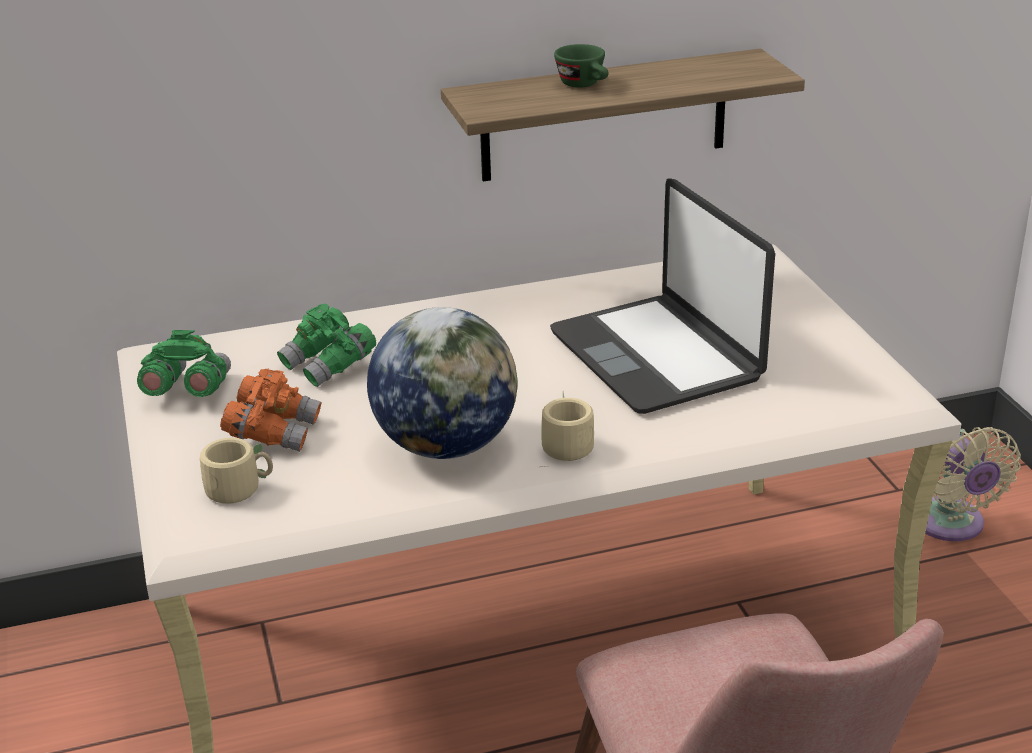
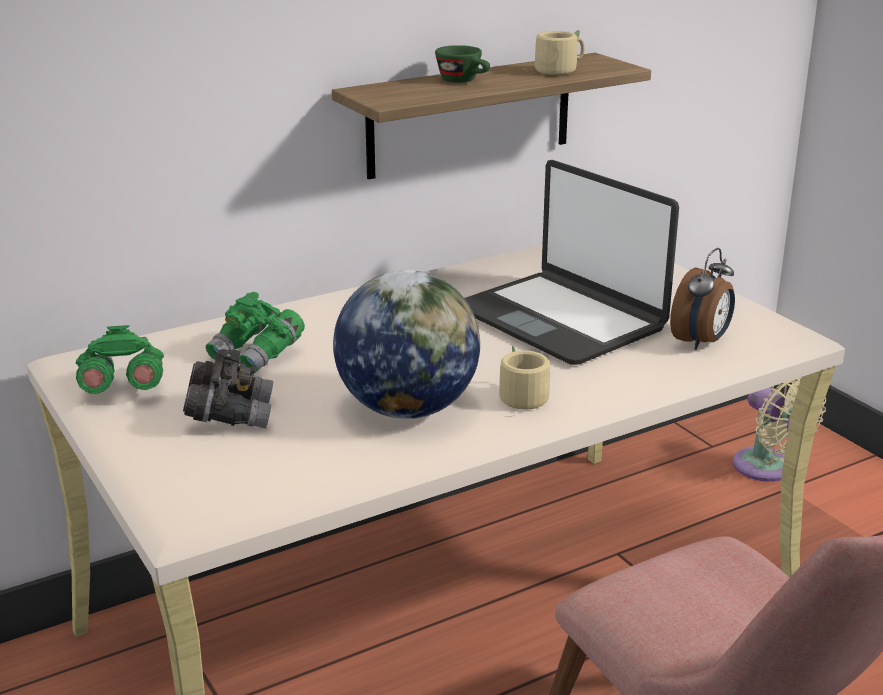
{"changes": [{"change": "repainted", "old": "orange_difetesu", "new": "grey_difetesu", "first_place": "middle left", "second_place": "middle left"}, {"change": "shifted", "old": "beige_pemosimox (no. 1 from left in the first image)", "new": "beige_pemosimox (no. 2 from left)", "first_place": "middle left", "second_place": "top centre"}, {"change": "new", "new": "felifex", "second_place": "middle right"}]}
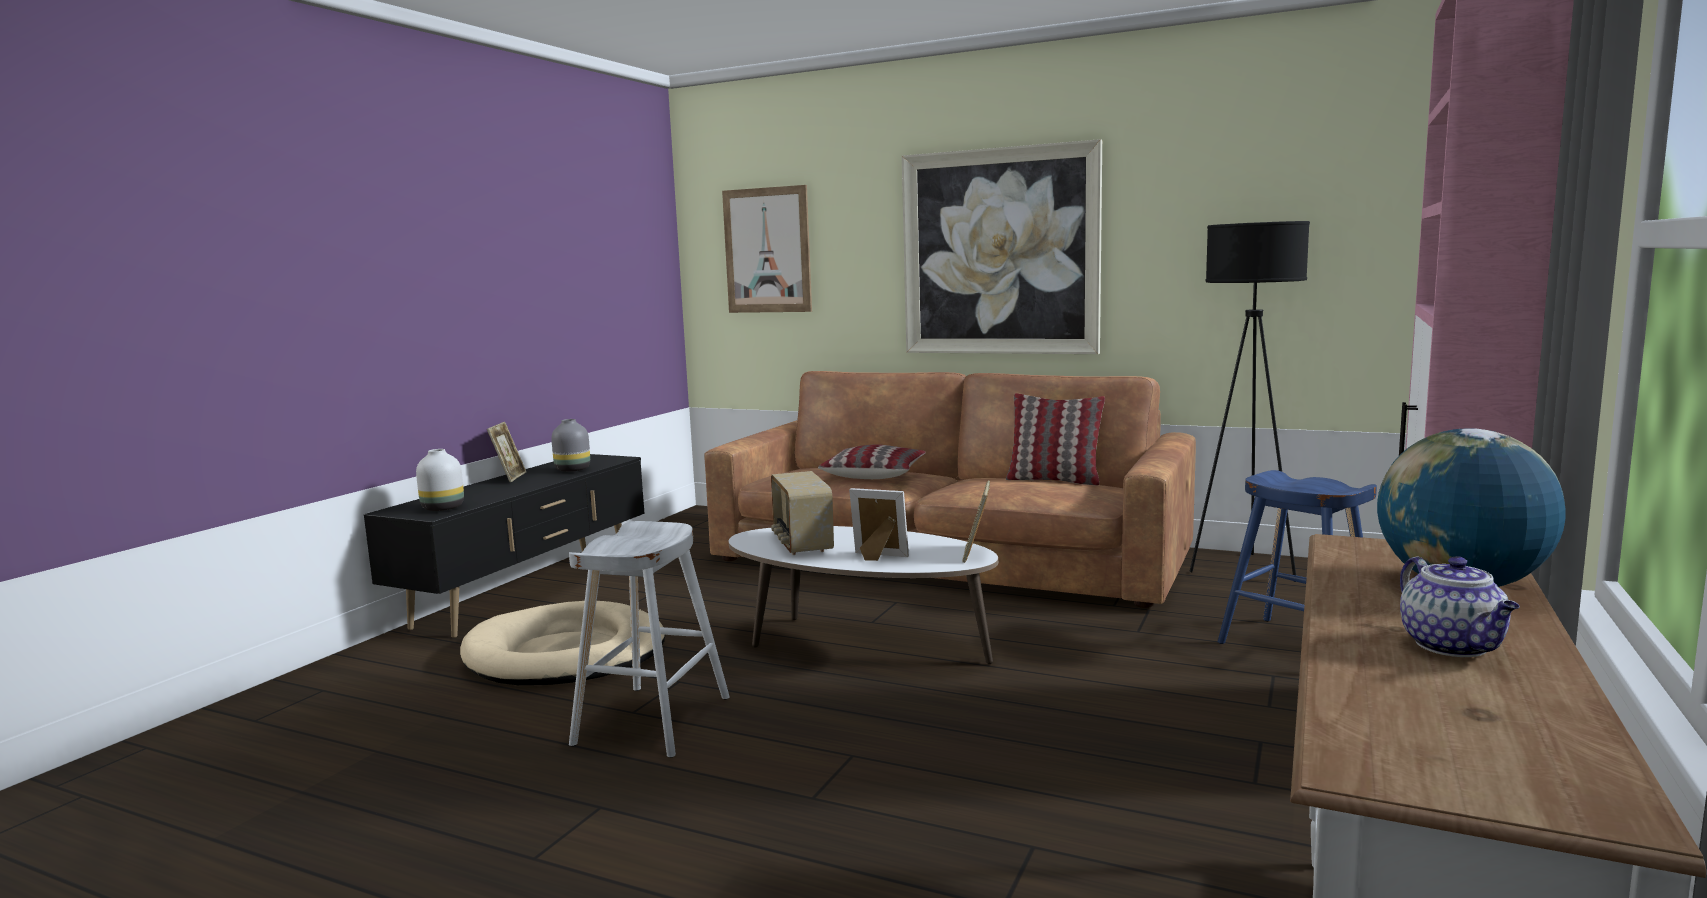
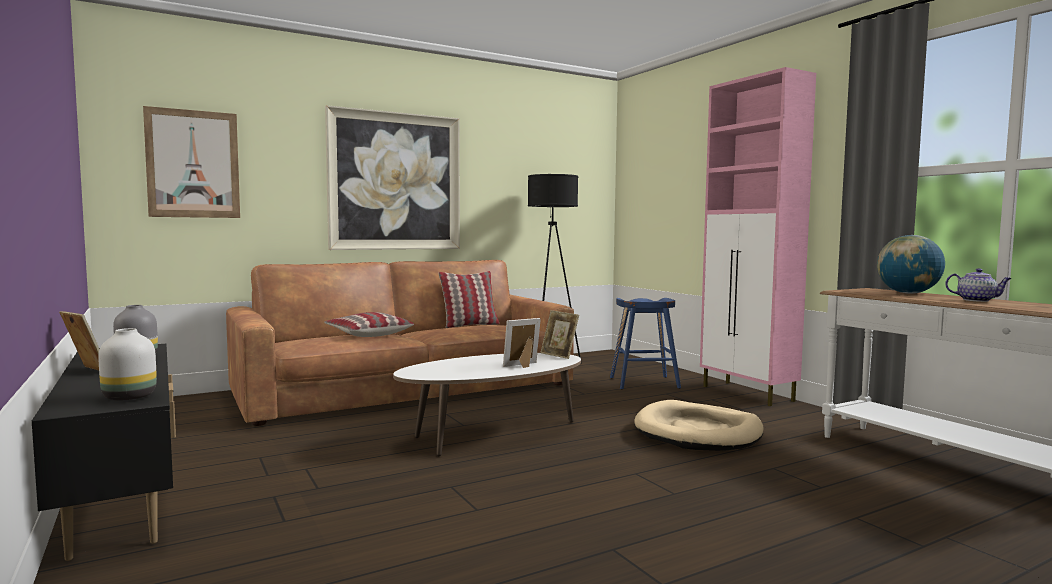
{"changes": [{"change": "gone", "old": "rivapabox", "first_place": "centre"}, {"change": "gone", "old": "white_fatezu", "first_place": "bottom centre"}, {"change": "shifted", "old": "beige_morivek", "first_place": "bottom left", "second_place": "bottom centre"}]}
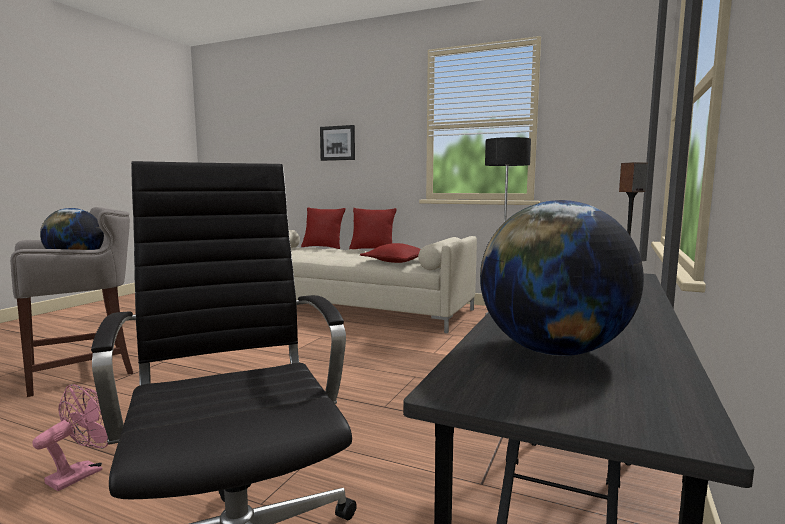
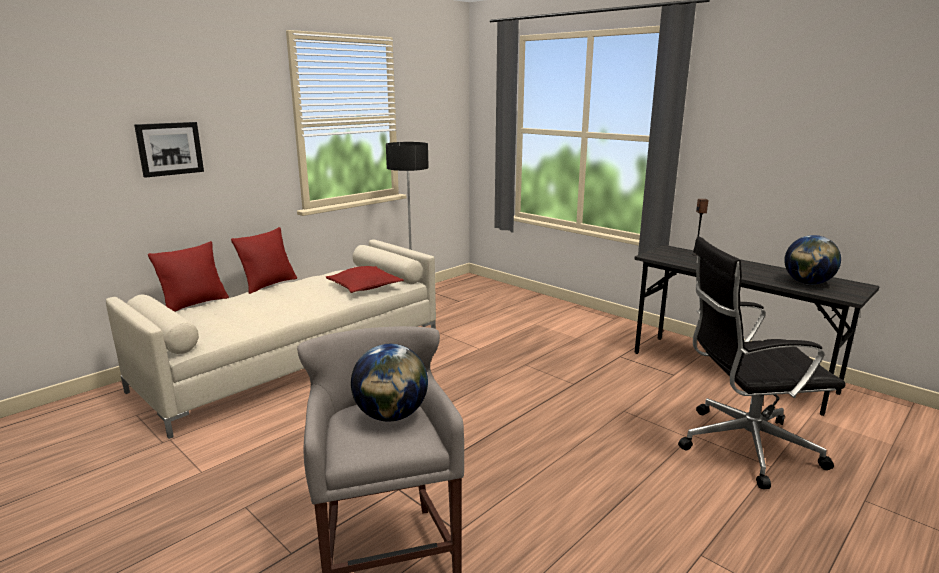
{"changes": [{"change": "gone", "old": "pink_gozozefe", "first_place": "bottom left"}]}
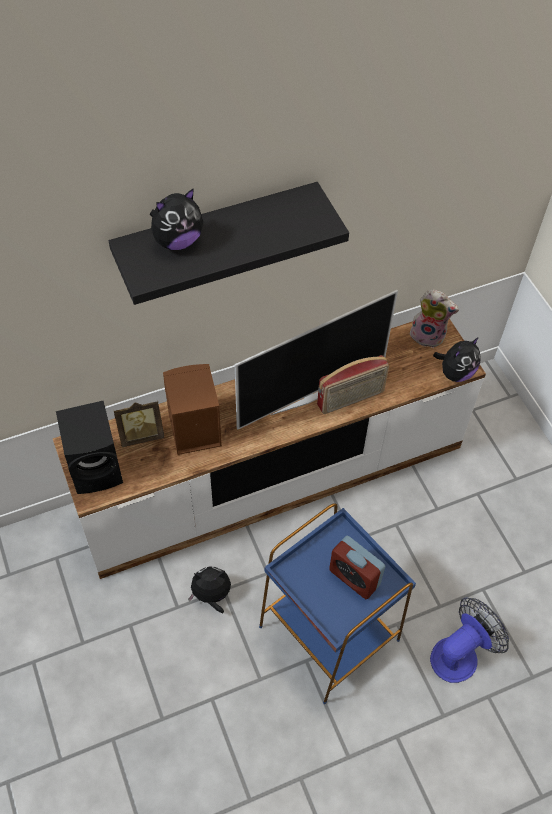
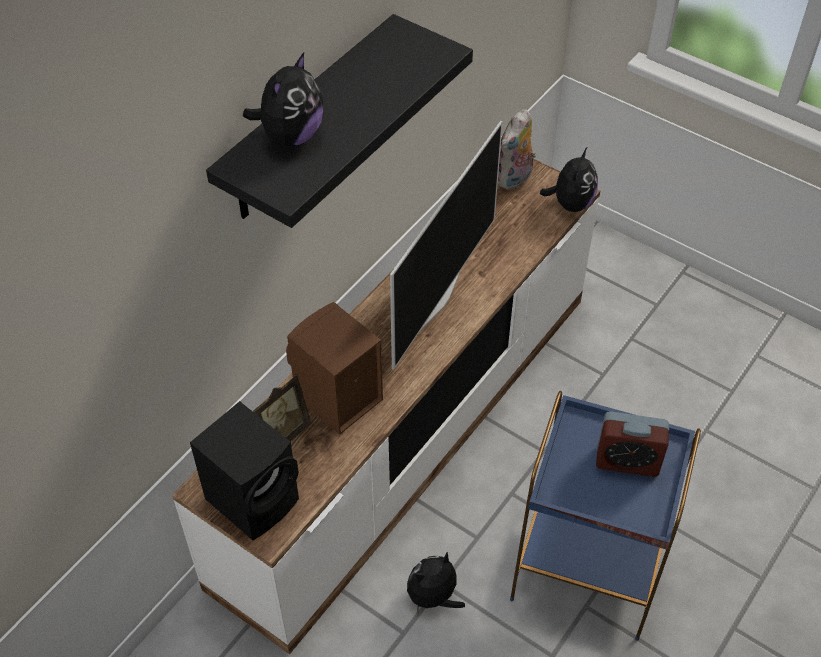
{"changes": [{"change": "rotated", "old": "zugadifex (no. 3 from left)", "first_place": "middle right", "second_place": "top centre", "degrees": 135}, {"change": "gone", "old": "rivapabox", "first_place": "centre"}, {"change": "gone", "old": "gozozefe", "first_place": "bottom right"}]}
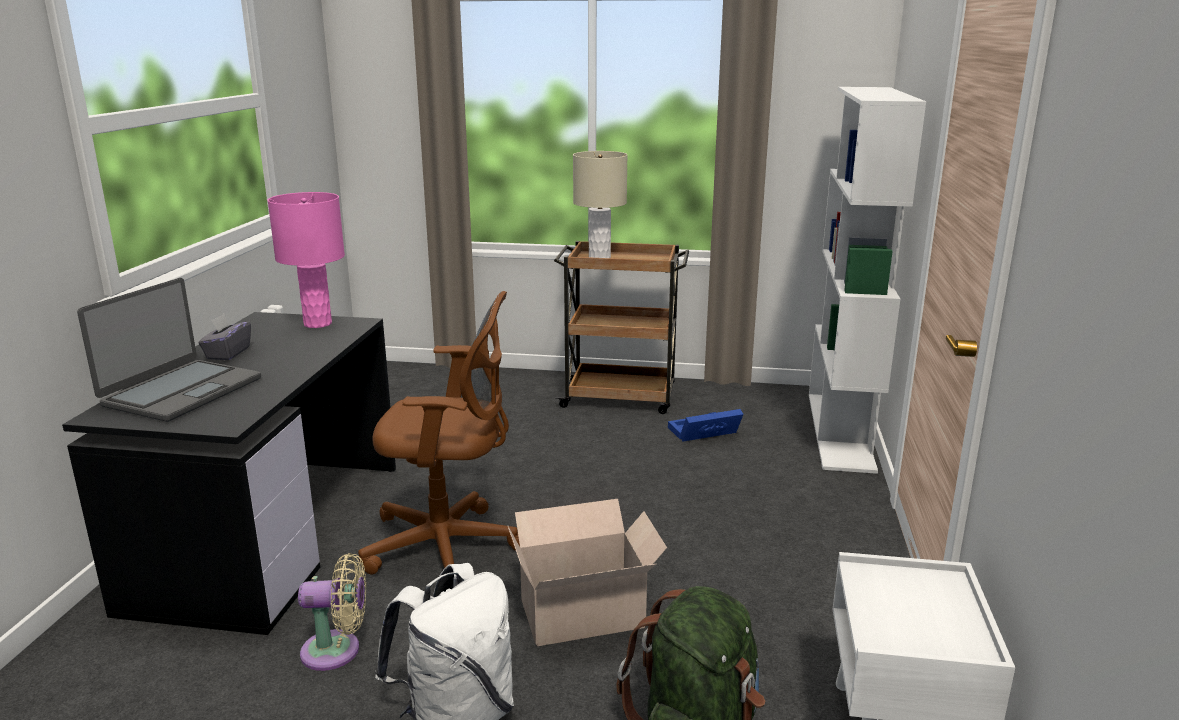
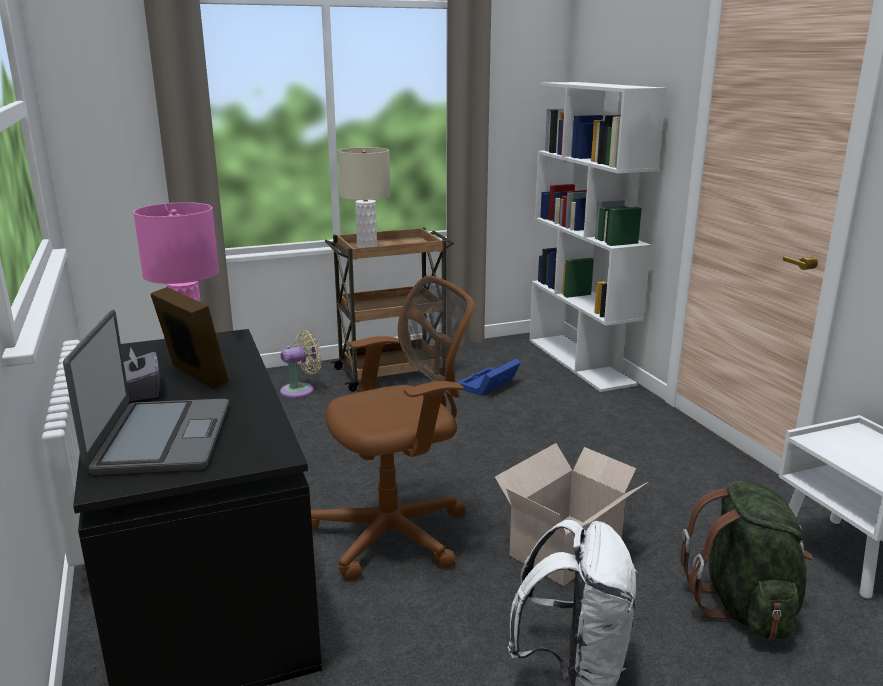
{"changes": [{"change": "shifted", "old": "beige_gozozefe", "first_place": "bottom left", "second_place": "centre"}, {"change": "new", "new": "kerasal", "second_place": "middle left"}]}
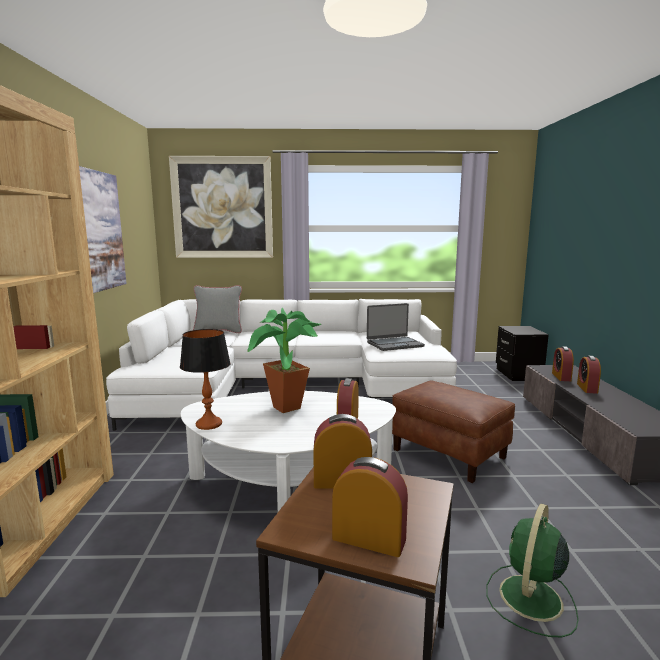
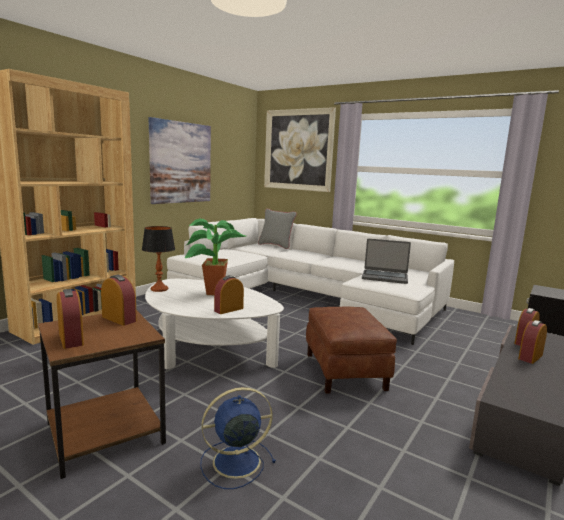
{"changes": [{"change": "repainted", "old": "green_gozozefe", "new": "blue_gozozefe", "first_place": "bottom right", "second_place": "bottom centre"}]}
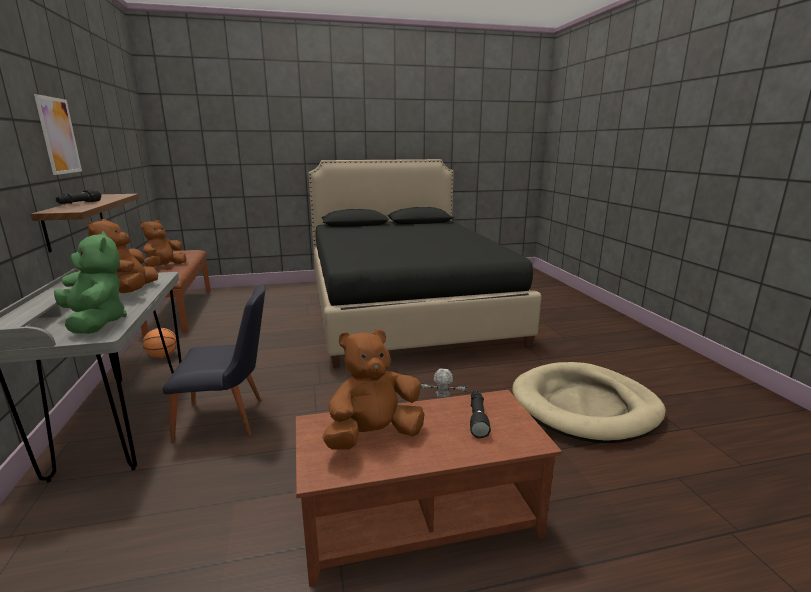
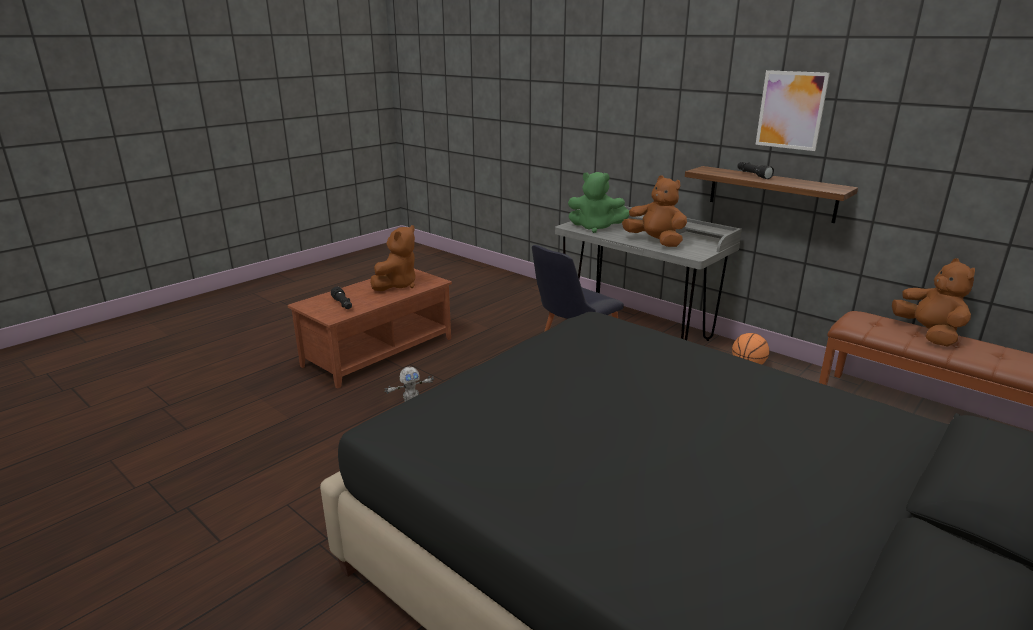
{"changes": [{"change": "gone", "old": "beige_morivek", "first_place": "bottom right"}]}
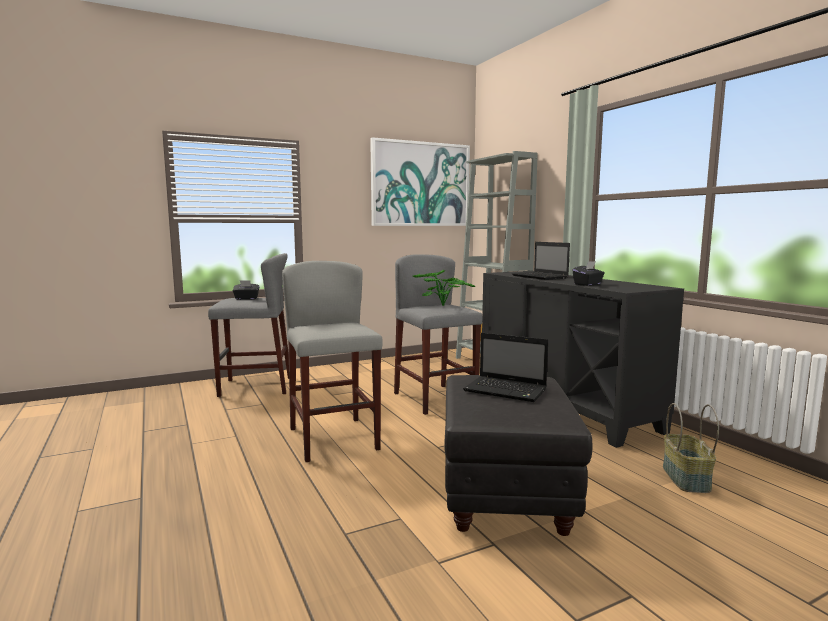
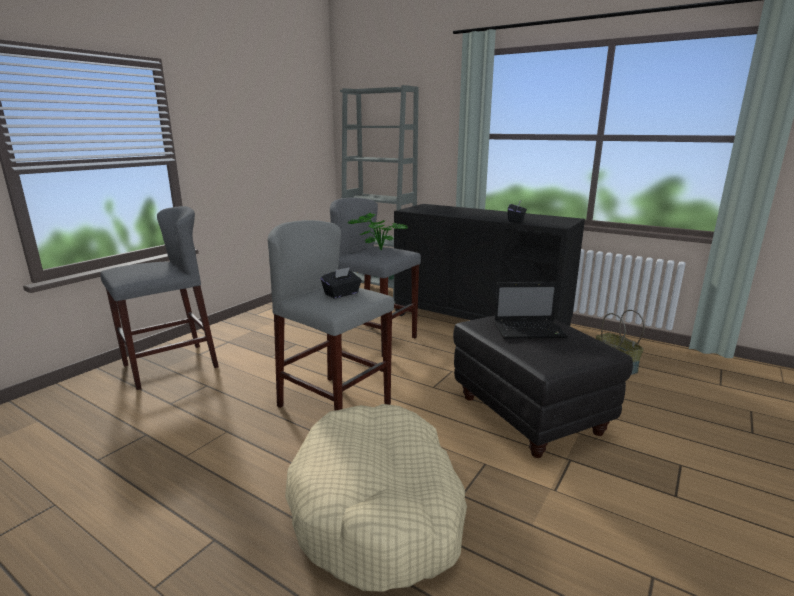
{"changes": [{"change": "gone", "old": "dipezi", "first_place": "top centre"}, {"change": "gone", "old": "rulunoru (no. 2 from left)", "first_place": "centre"}, {"change": "shifted", "old": "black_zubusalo (no. 1 from left)", "first_place": "middle left", "second_place": "centre"}, {"change": "new", "new": "beige_morivek", "second_place": "bottom centre"}]}
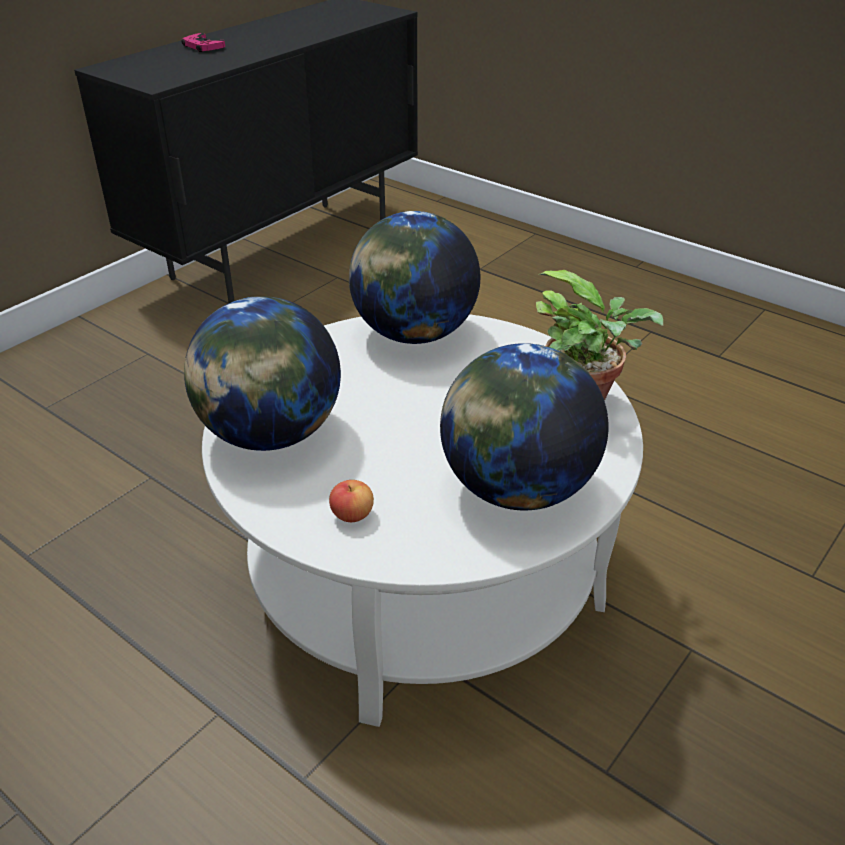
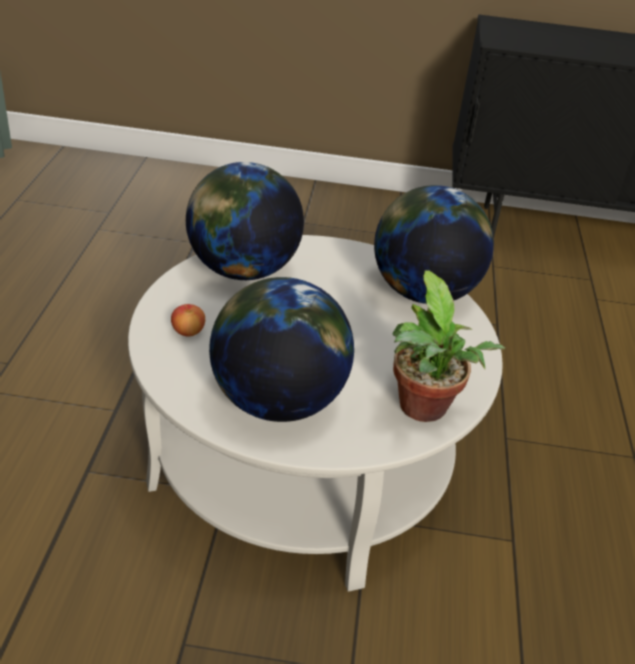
{"changes": [{"change": "gone", "old": "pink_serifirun", "first_place": "top left"}]}
